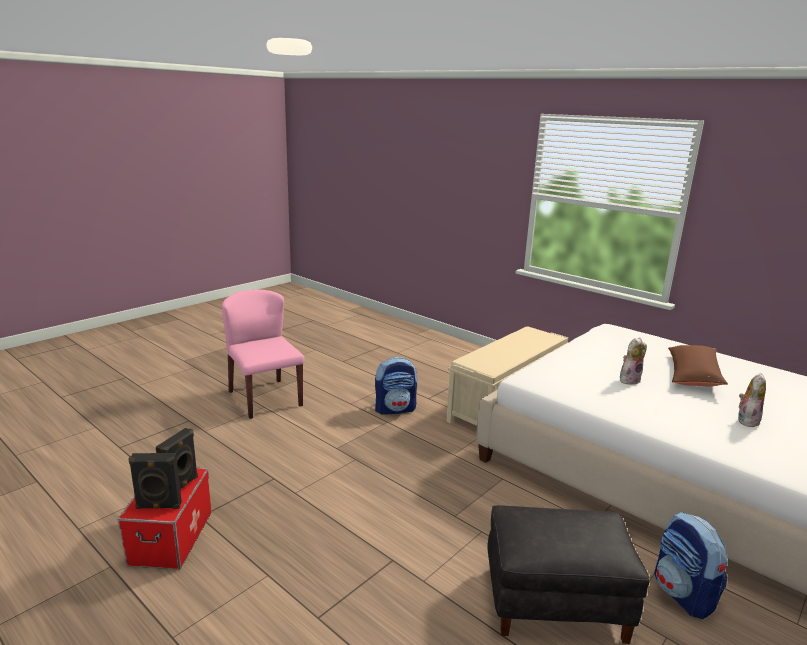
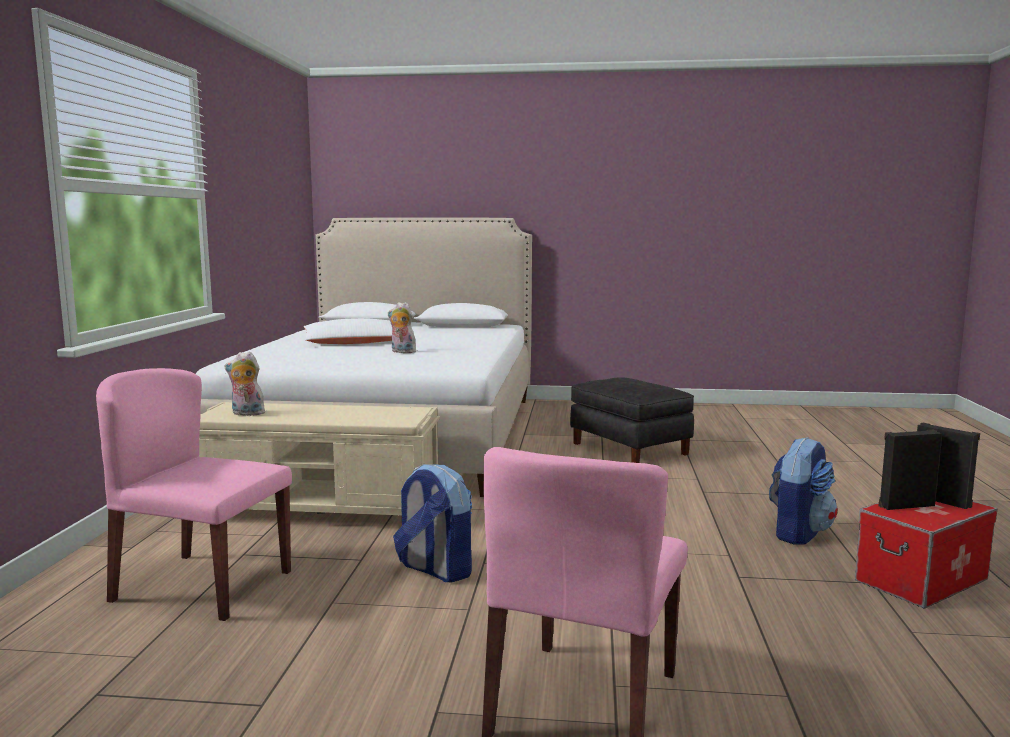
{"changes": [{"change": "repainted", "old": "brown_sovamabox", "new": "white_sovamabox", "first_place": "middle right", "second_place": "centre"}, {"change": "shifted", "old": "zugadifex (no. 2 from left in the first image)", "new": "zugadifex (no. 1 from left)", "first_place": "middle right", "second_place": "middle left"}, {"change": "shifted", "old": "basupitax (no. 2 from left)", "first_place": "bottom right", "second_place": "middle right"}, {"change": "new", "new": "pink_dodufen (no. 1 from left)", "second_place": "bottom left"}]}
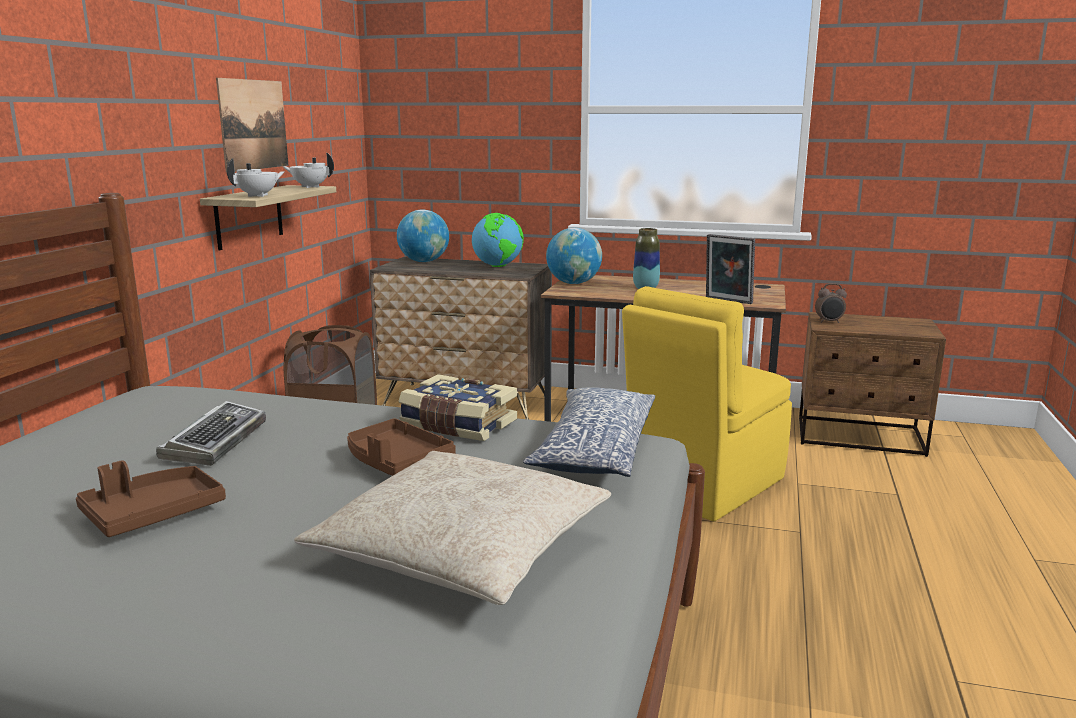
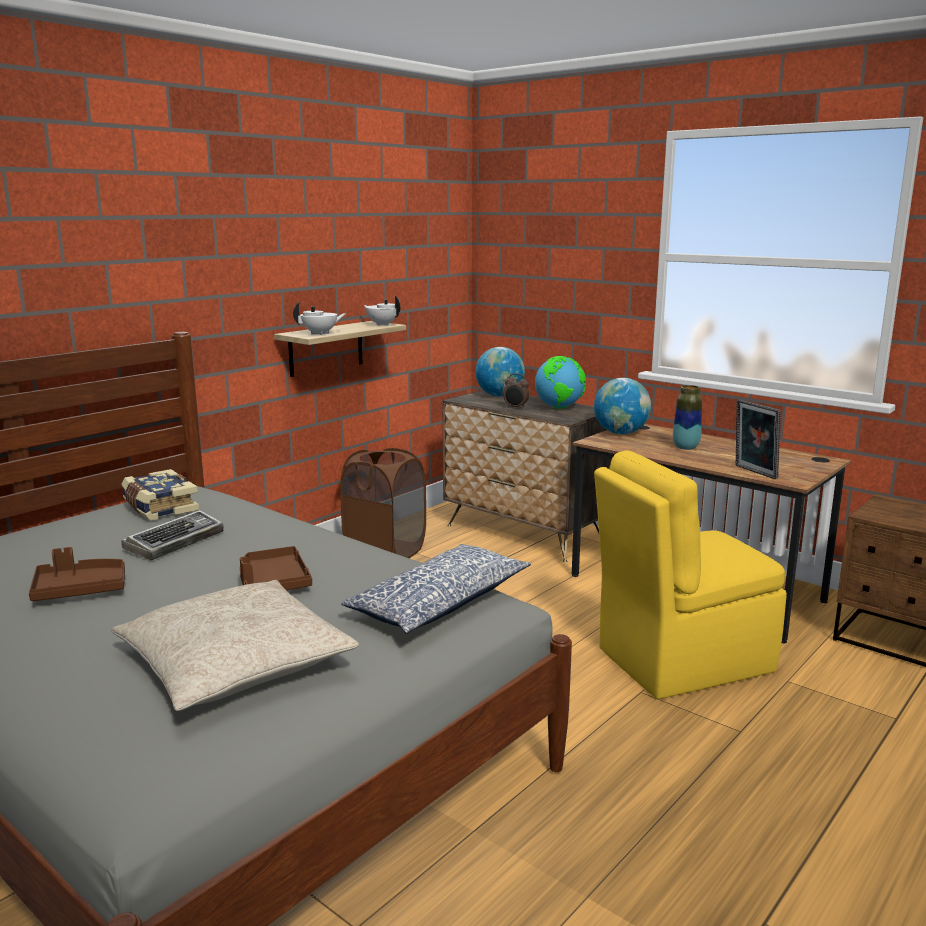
{"changes": [{"change": "gone", "old": "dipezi", "first_place": "top left"}, {"change": "shifted", "old": "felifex", "first_place": "middle right", "second_place": "centre"}, {"change": "shifted", "old": "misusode", "first_place": "centre", "second_place": "middle left"}]}
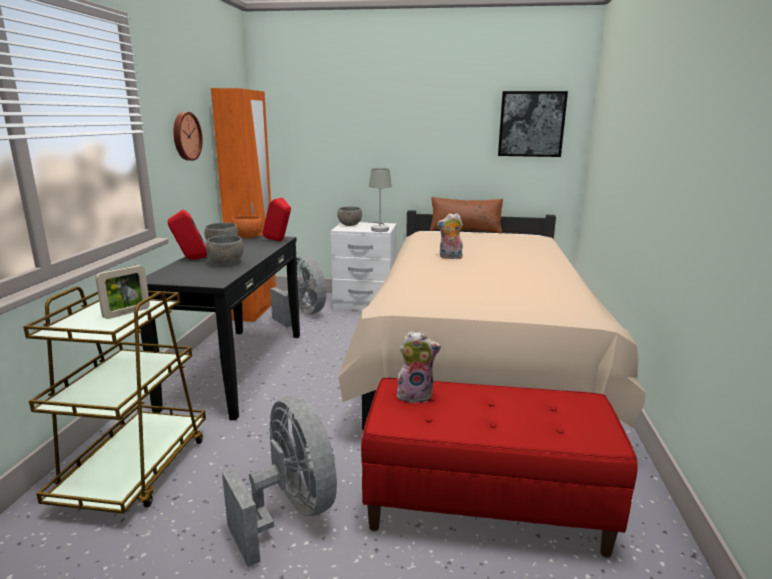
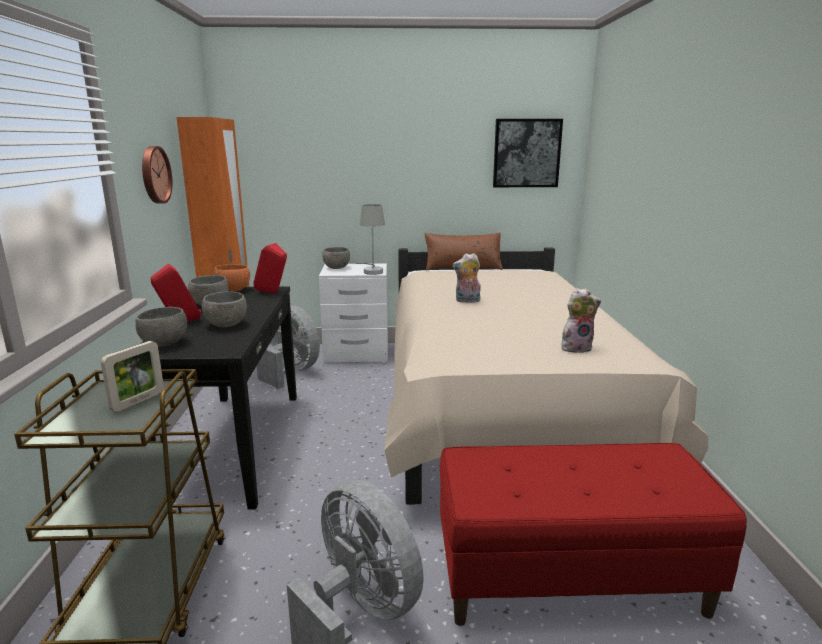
{"changes": [{"change": "shifted", "old": "zugadifex (no. 1 from left in the first image)", "new": "zugadifex (no. 2 from left)", "first_place": "centre", "second_place": "middle right"}, {"change": "new", "new": "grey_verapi (no. 1 from left)", "second_place": "middle left"}]}
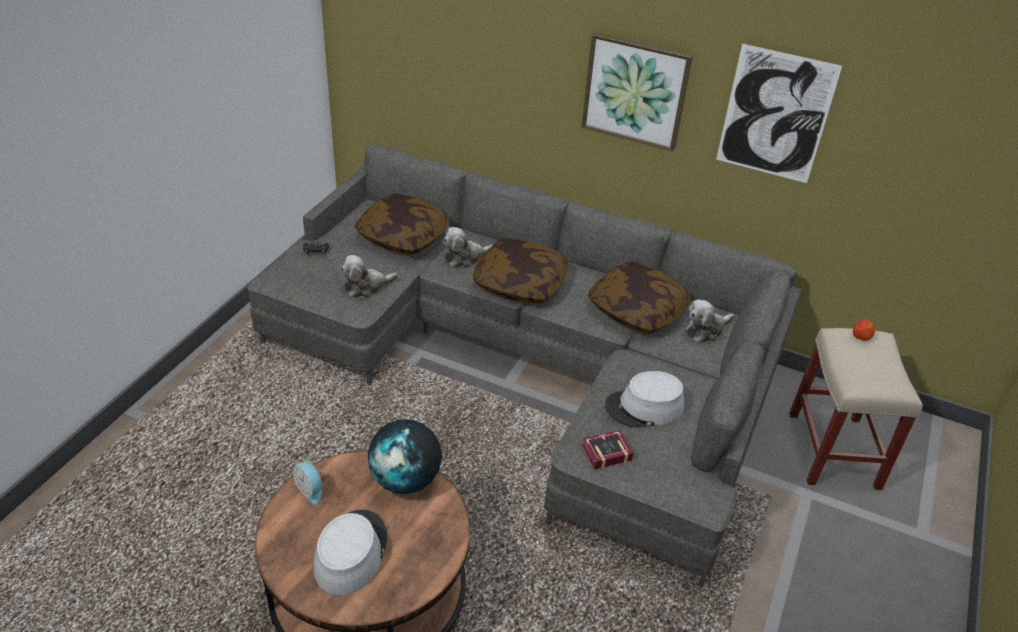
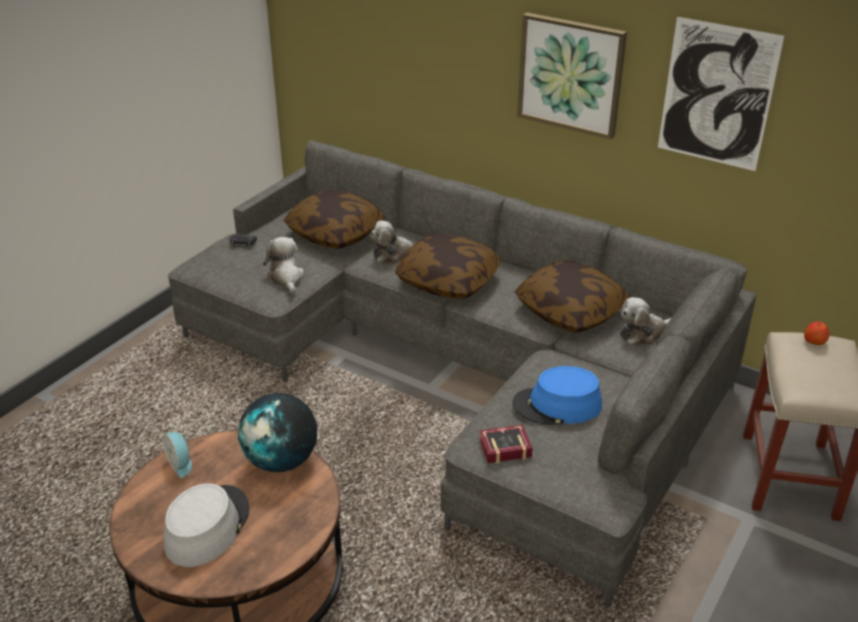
{"changes": [{"change": "rotated", "old": "zugadifex (no. 1 from left)", "first_place": "centre", "second_place": "middle left", "degrees": 90}, {"change": "repainted", "old": "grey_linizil (no. 2 from left)", "new": "blue_linizil", "first_place": "centre", "second_place": "centre"}]}
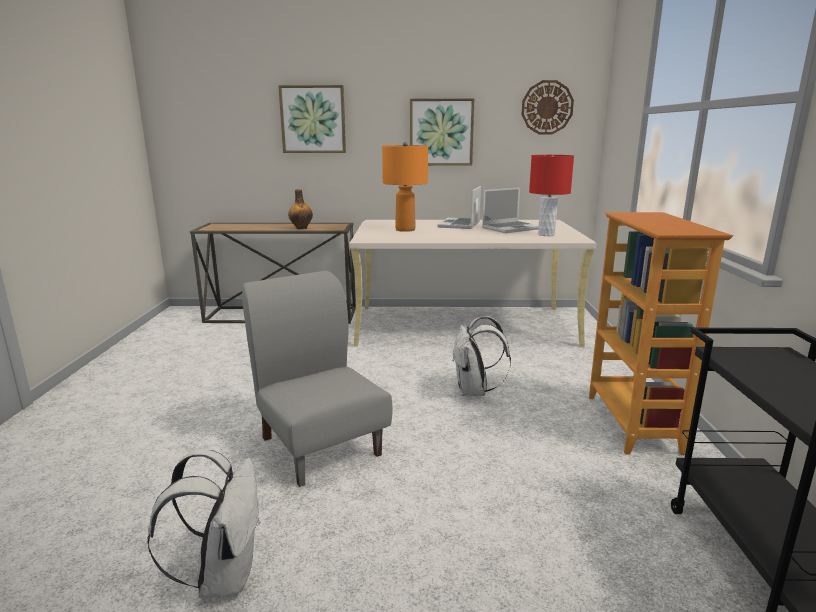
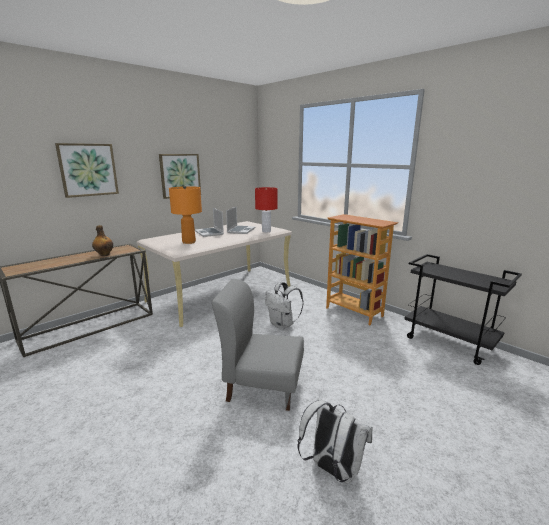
{"changes": [{"change": "gone", "old": "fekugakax", "first_place": "top right"}]}
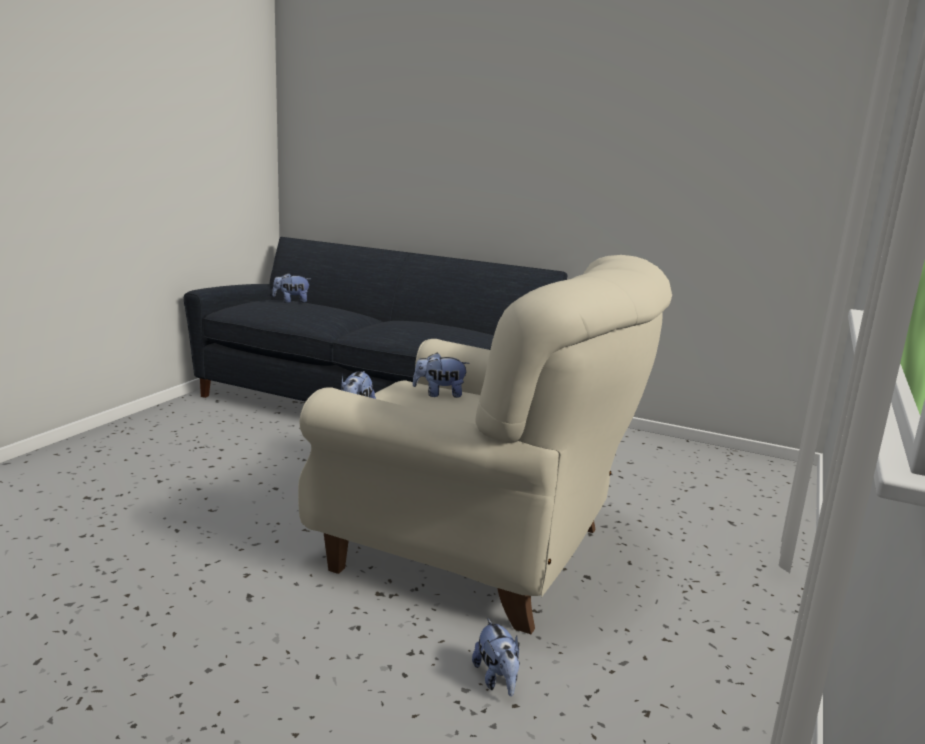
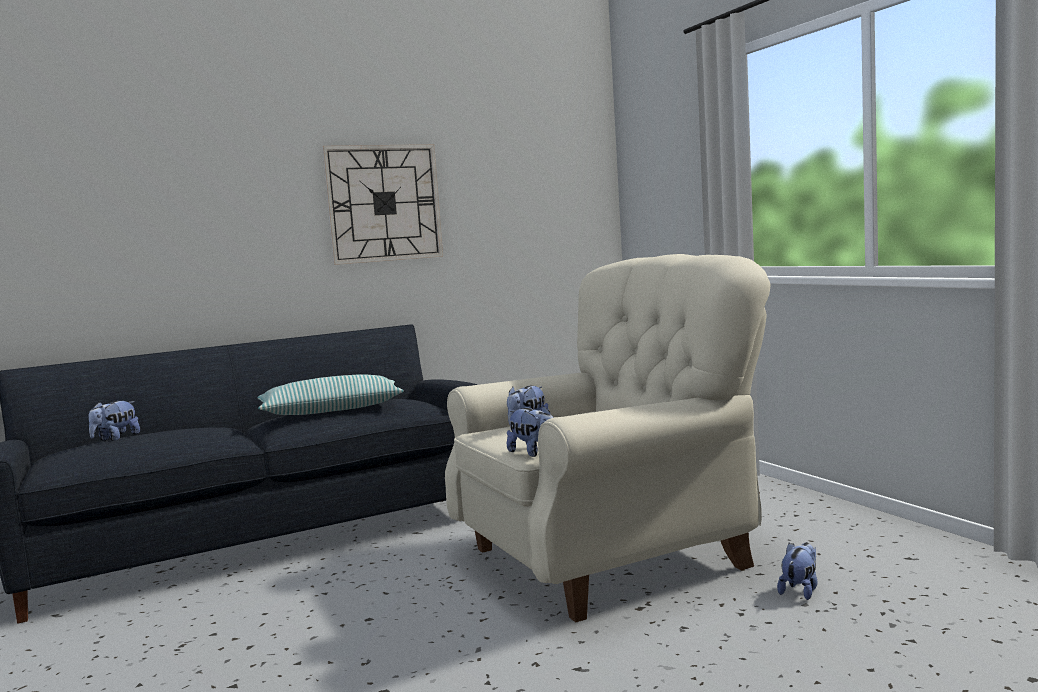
{"changes": [{"change": "rotated", "old": "zugadifex (no. 4 from left)", "first_place": "bottom centre", "second_place": "bottom right", "degrees": -75}, {"change": "new", "new": "fekugakax", "second_place": "top centre"}, {"change": "new", "new": "sovamabox", "second_place": "middle left"}]}
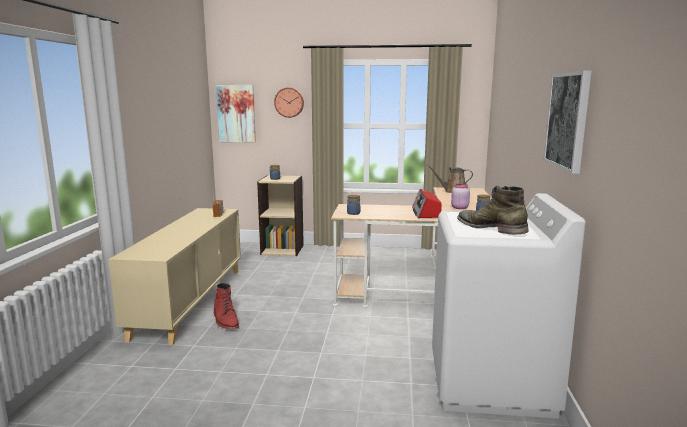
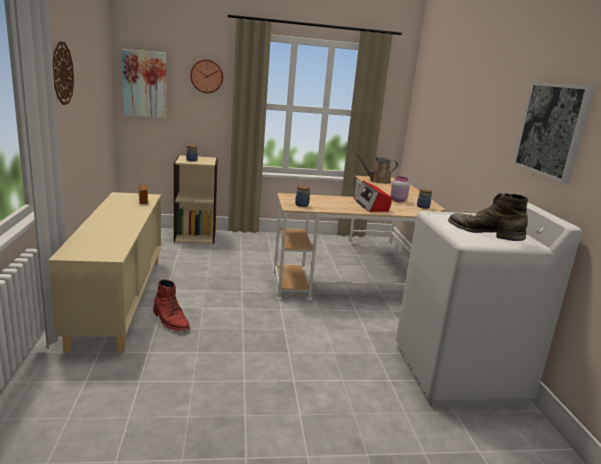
{"changes": [{"change": "new", "new": "fekugakax (no. 1 from left)", "second_place": "top left"}]}
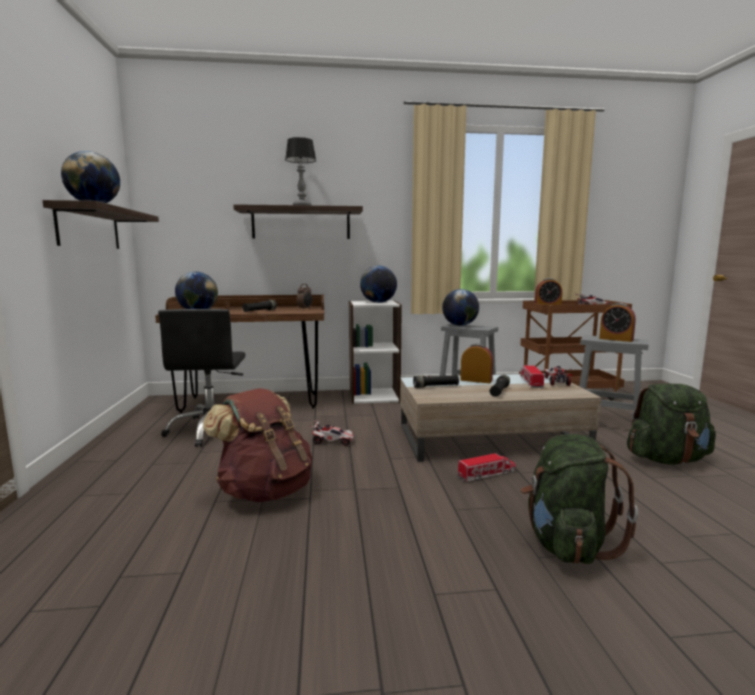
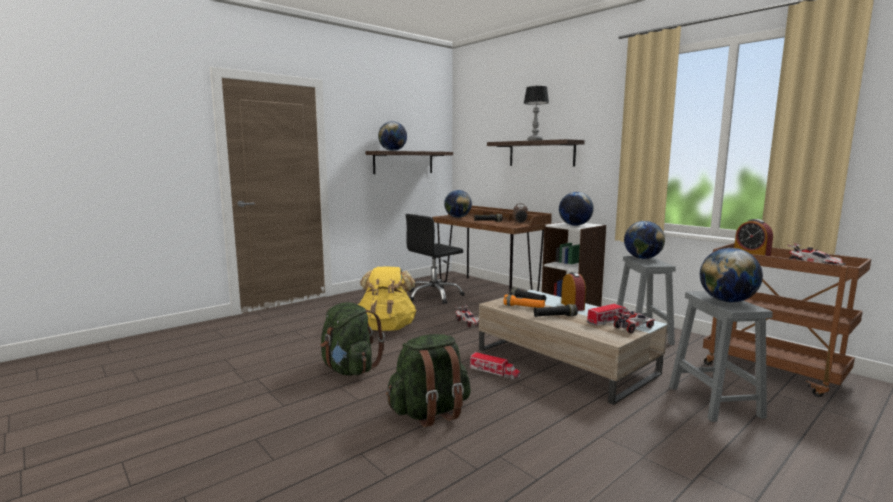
{"changes": [{"change": "swapped", "old": "felifex (no. 4 from left)", "new": "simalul (no. 5 from left)", "first_place": "middle right", "second_place": "middle right"}, {"change": "shifted", "old": "green_basupitax (no. 2 from left in the first image)", "new": "green_basupitax (no. 1 from left)", "first_place": "middle right", "second_place": "bottom centre"}, {"change": "repainted", "old": "brown_basupitax", "new": "yellow_basupitax", "first_place": "centre", "second_place": "centre"}, {"change": "new", "new": "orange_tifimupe", "second_place": "centre"}]}
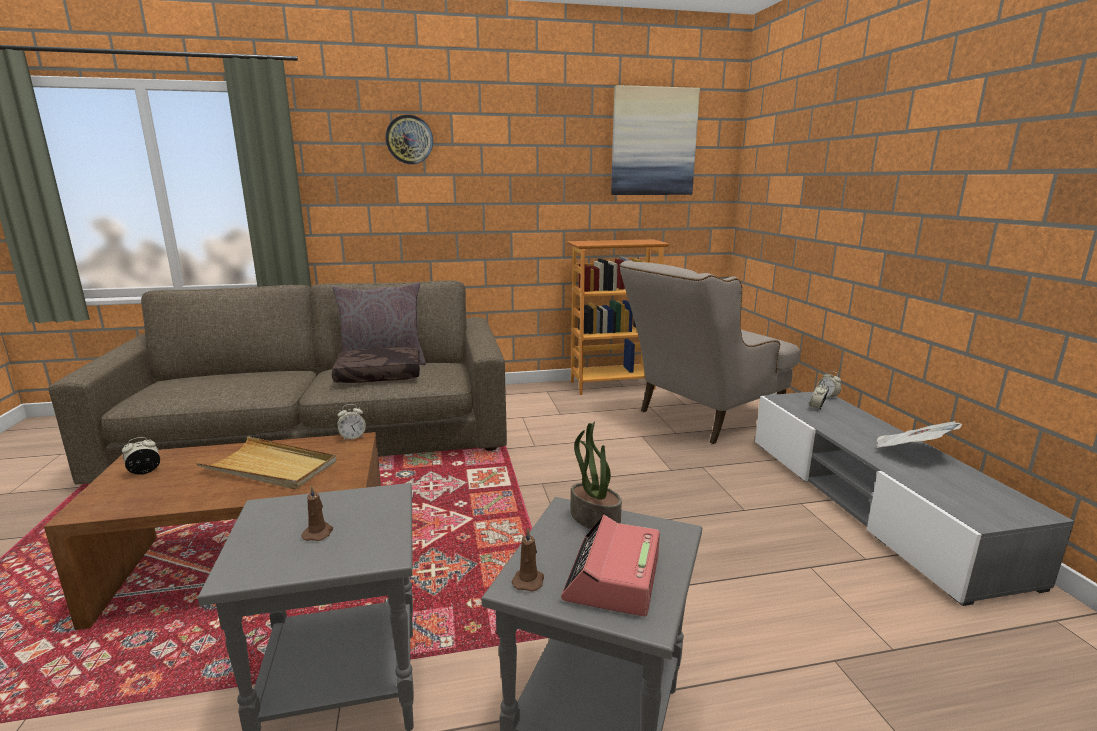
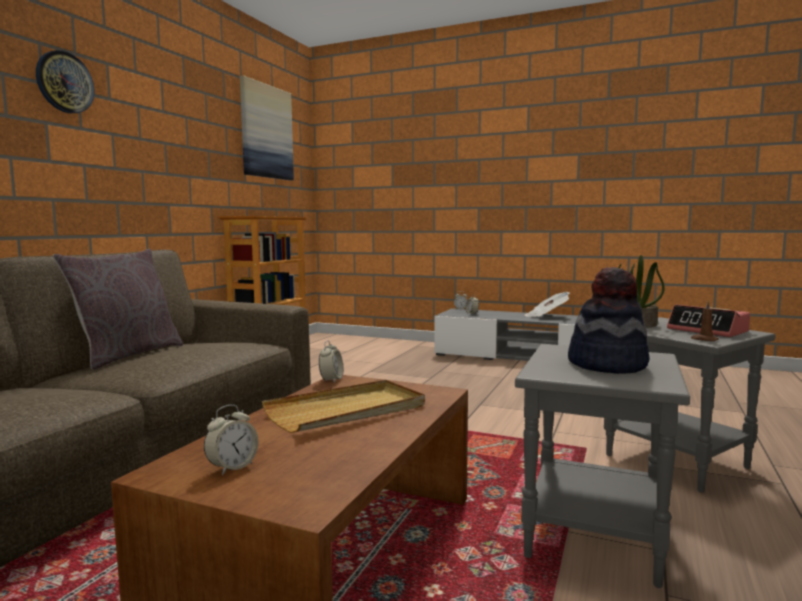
{"changes": [{"change": "gone", "old": "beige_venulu", "first_place": "centre"}, {"change": "gone", "old": "brown_sovamabox", "first_place": "centre"}, {"change": "rotated", "old": "felifex (no. 1 from left)", "first_place": "middle left", "second_place": "bottom left", "degrees": -135}, {"change": "swapped", "old": "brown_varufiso (no. 1 from left)", "new": "linizil", "first_place": "bottom left", "second_place": "middle right"}]}
